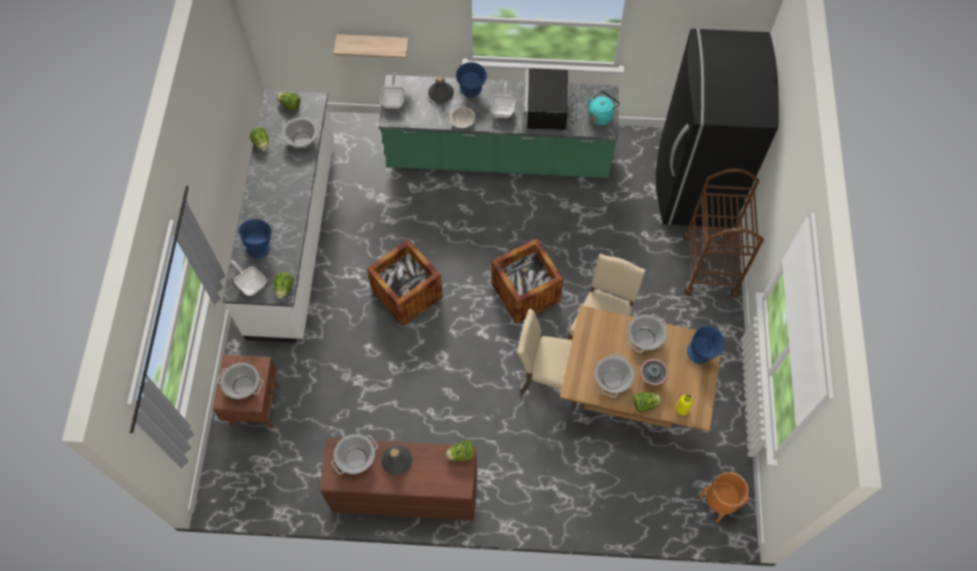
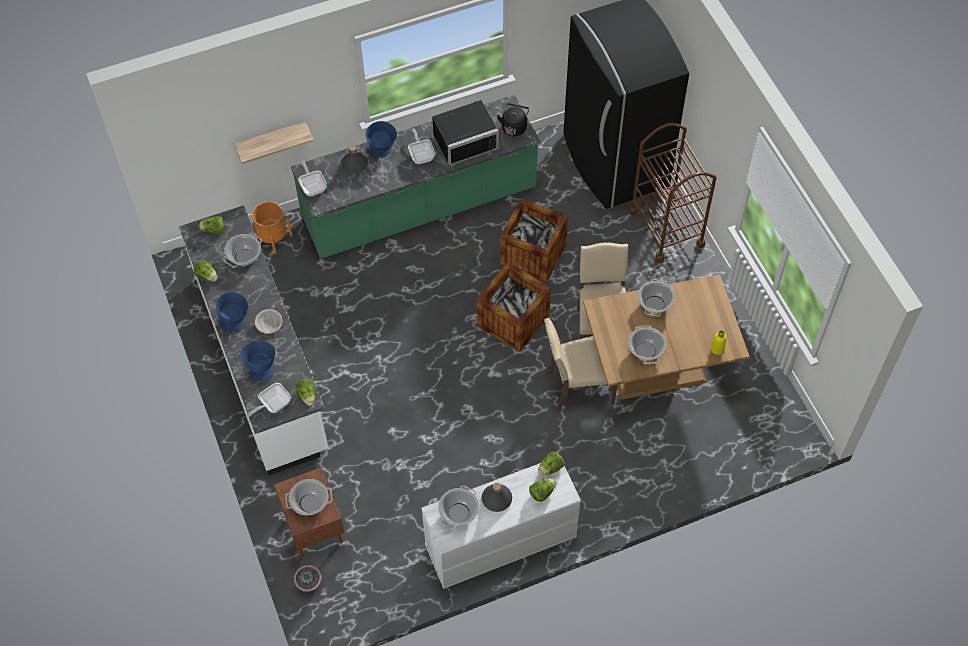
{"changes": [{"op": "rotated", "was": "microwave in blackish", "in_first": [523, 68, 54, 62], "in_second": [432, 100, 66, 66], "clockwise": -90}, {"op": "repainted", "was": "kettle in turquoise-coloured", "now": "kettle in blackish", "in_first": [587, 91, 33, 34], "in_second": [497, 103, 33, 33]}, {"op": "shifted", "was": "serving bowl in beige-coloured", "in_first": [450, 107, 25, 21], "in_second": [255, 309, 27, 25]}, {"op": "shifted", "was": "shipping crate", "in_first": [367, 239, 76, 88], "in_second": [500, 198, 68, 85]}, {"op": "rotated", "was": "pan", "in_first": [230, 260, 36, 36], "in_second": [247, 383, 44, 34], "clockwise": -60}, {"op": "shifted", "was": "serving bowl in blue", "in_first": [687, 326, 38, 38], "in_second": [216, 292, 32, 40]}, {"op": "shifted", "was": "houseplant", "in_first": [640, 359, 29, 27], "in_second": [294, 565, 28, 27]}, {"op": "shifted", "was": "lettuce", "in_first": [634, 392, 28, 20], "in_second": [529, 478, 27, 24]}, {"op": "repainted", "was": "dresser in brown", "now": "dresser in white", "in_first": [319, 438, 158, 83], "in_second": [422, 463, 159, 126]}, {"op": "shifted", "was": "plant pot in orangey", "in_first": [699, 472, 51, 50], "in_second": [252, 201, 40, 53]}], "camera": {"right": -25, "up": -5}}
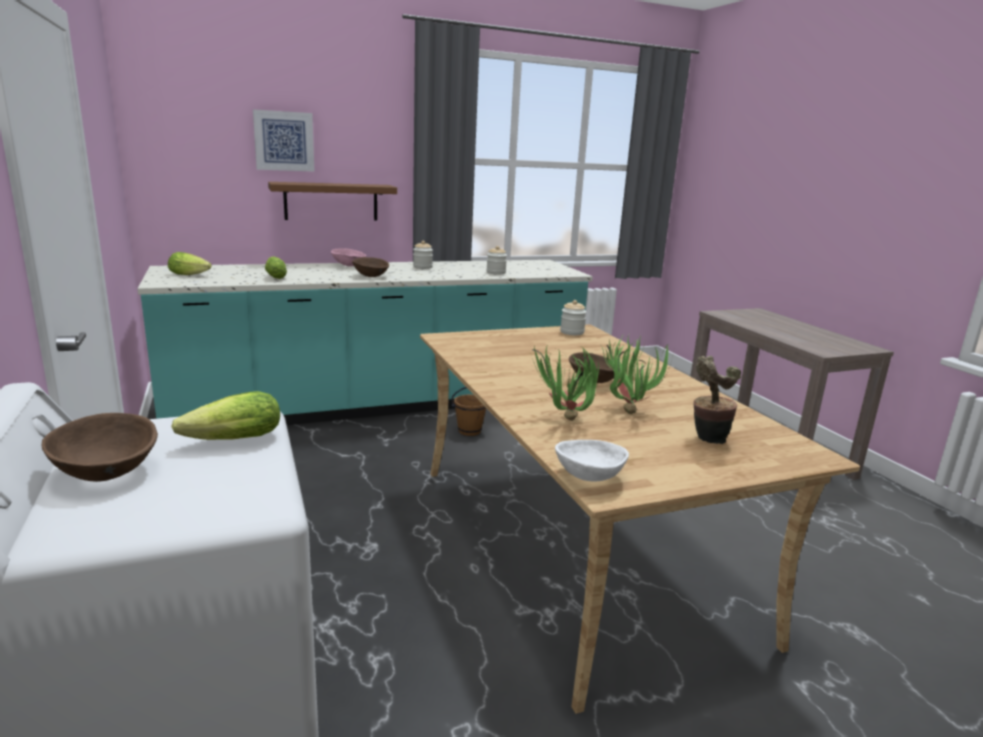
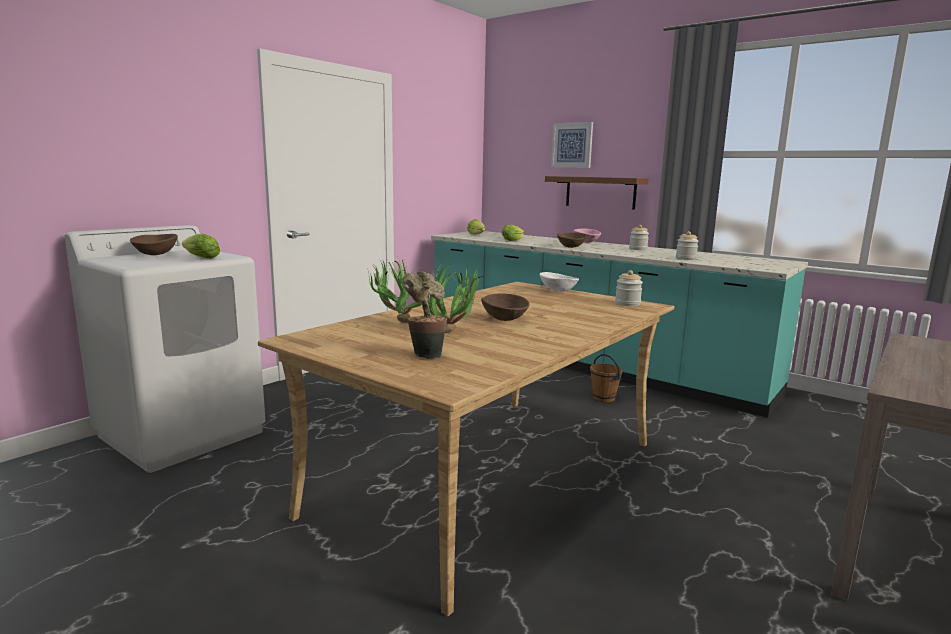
{"changes": [{"op": "shifted", "was": "serving bowl in white", "in_first": [555, 440, 74, 41], "in_second": [539, 272, 40, 20]}], "camera": {"right": 60, "up": -5}}
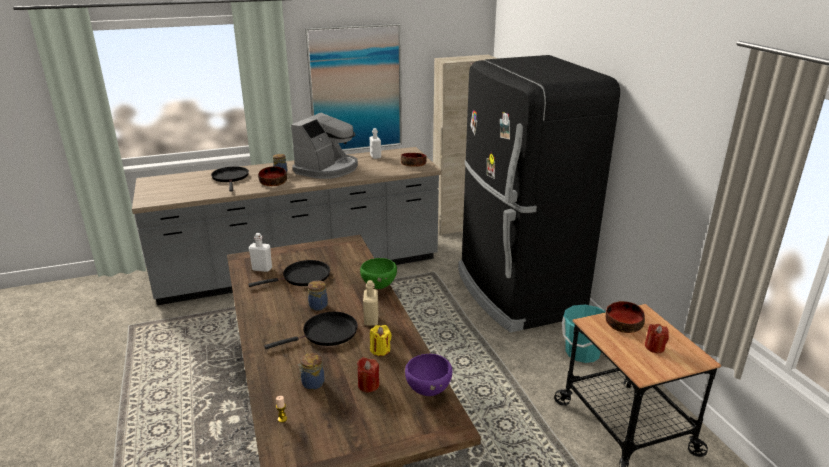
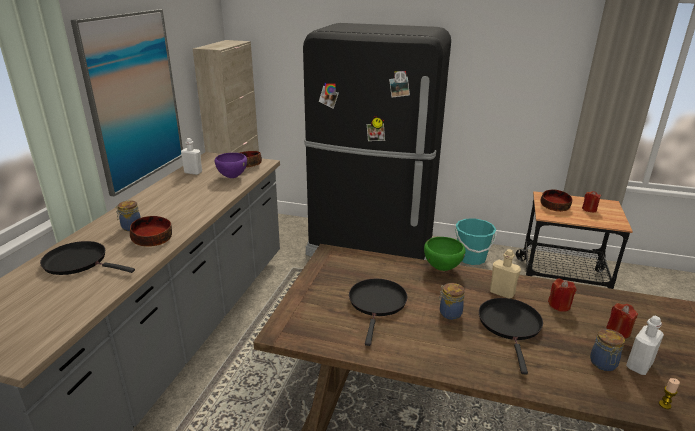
{"changes": [{"op": "gone", "was": "coffee maker", "in_first": [291, 113, 67, 66]}, {"op": "shifted", "was": "bottle in white", "in_first": [249, 233, 23, 39], "in_second": [626, 316, 38, 59]}, {"op": "repainted", "was": "wax light in yellowish", "now": "wax light in red-coloured", "in_first": [370, 325, 22, 31], "in_second": [548, 279, 29, 33]}, {"op": "shifted", "was": "serving bowl in purple", "in_first": [405, 354, 47, 42], "in_second": [215, 153, 32, 25]}], "camera": {"right": -55, "up": 0}}
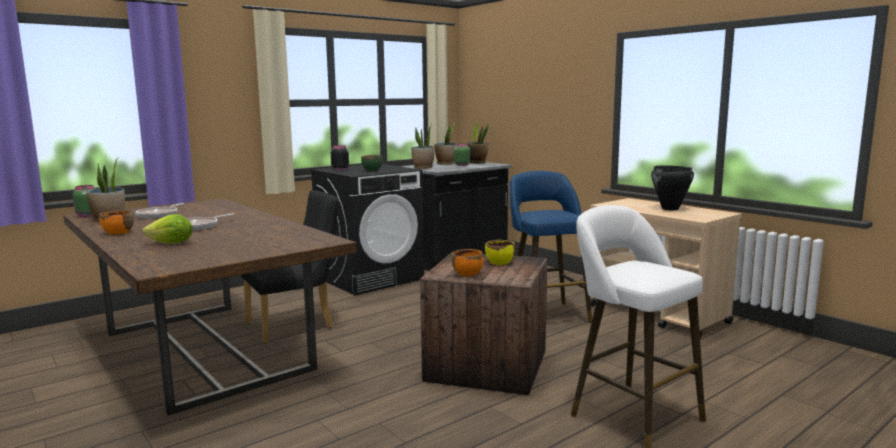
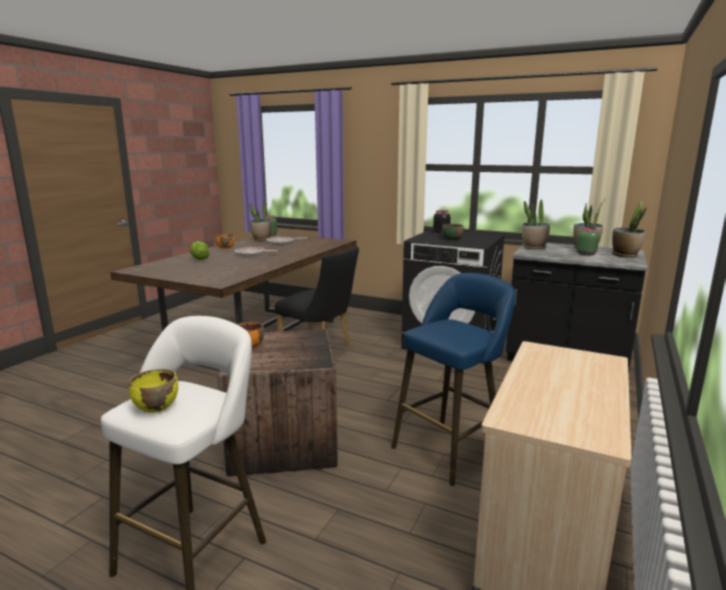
{"changes": [{"op": "gone", "was": "saucepot in blackish", "in_first": [651, 165, 43, 45]}, {"op": "shifted", "was": "serving bowl in yellowish", "in_first": [485, 240, 30, 25], "in_second": [128, 369, 50, 44]}], "camera": {"right": 65, "up": 5}}
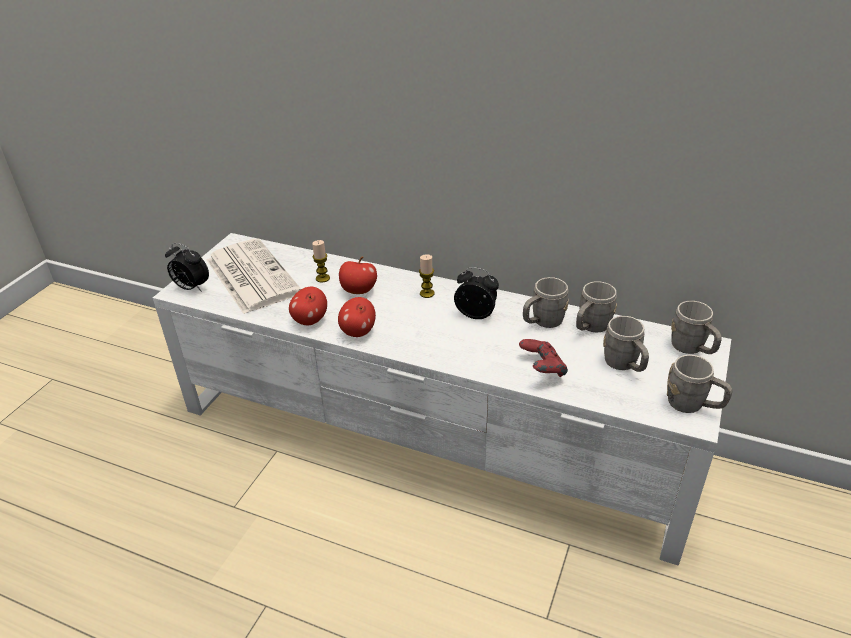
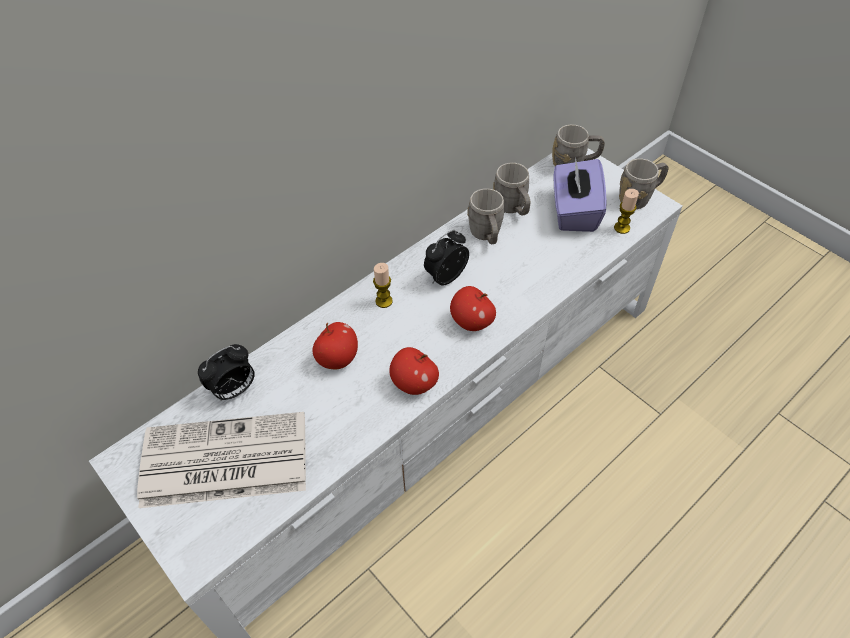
{"changes": [{"op": "shifted", "was": "wax light", "in_first": [312, 240, 18, 42], "in_second": [614, 189, 25, 45]}, {"op": "shifted", "was": "bedside clock", "in_first": [165, 243, 44, 49], "in_second": [198, 344, 57, 57]}, {"op": "shifted", "was": "apple fruit", "in_first": [289, 287, 38, 38], "in_second": [450, 286, 46, 45]}, {"op": "swapped", "was": "tea mug in gray", "now": "tissue box in purple", "in_first": [603, 316, 46, 56], "in_second": [554, 157, 53, 75]}, {"op": "gone", "was": "game controller in red-coloured", "in_first": [519, 339, 49, 38]}], "camera": {"right": -65, "up": 15}}
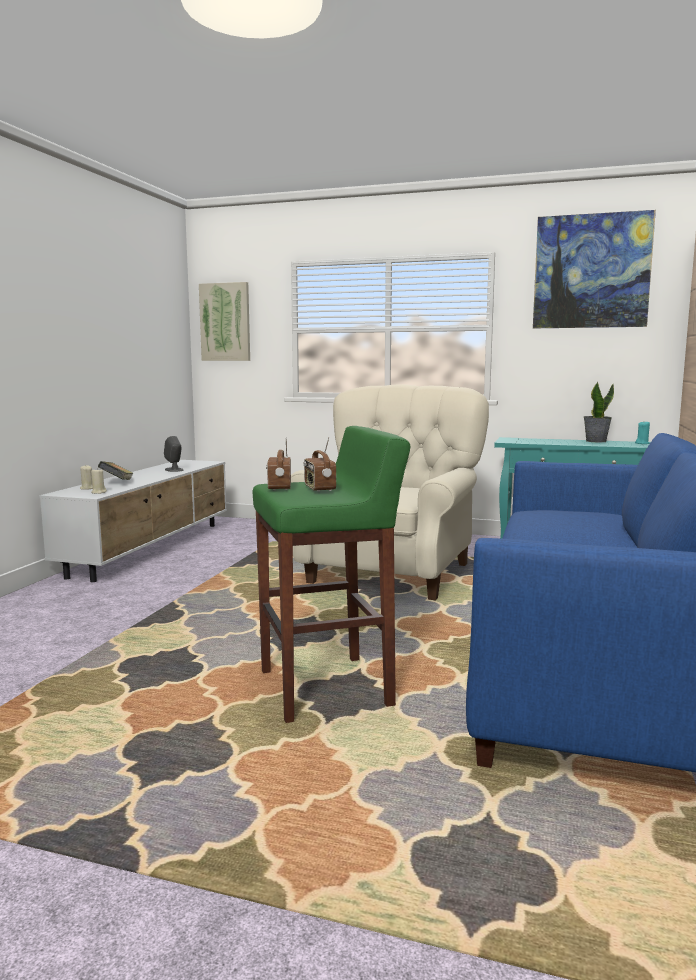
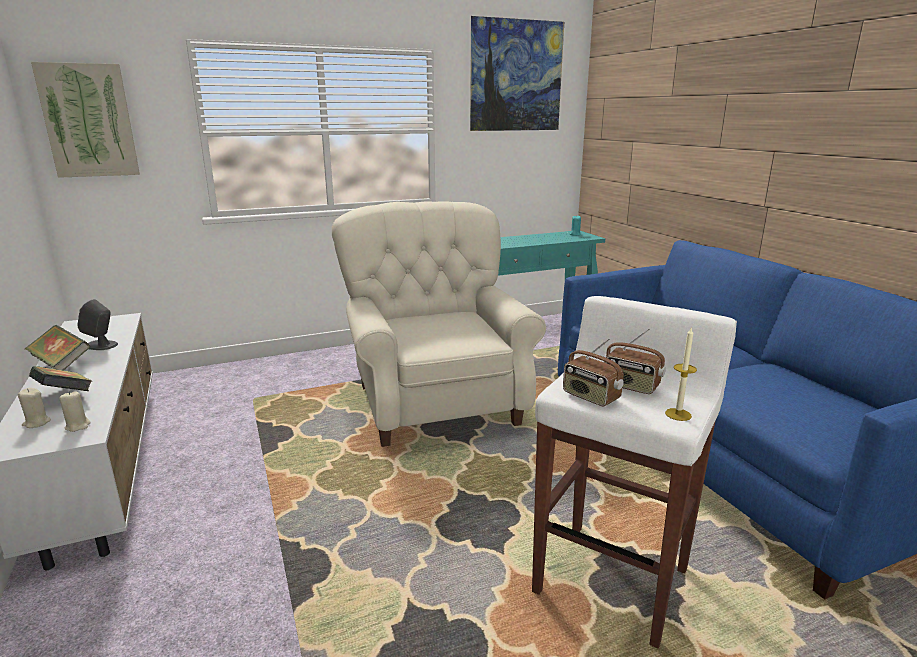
{"changes": [{"op": "gone", "was": "houseplant", "in_first": [584, 382, 30, 60]}, {"op": "repainted", "was": "stool seat in greenish", "now": "stool seat in white", "in_first": [252, 426, 158, 297], "in_second": [532, 296, 205, 353]}, {"op": "new", "now": "bound book", "in_second": [25, 325, 65, 45]}, {"op": "new", "now": "wax light", "in_second": [665, 328, 32, 93]}], "camera": {"right": -40, "up": 10}}
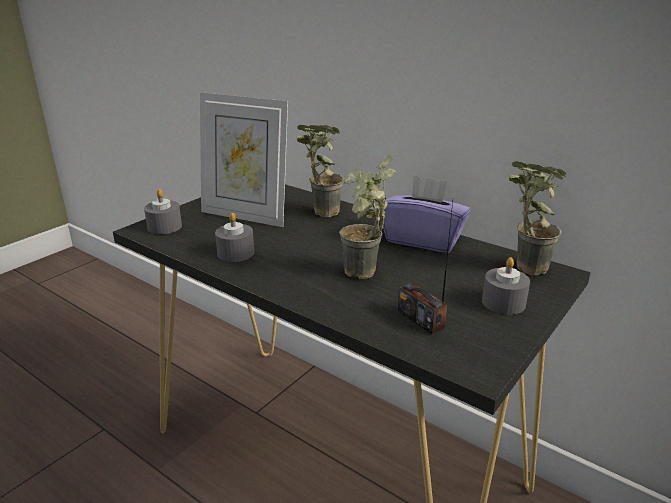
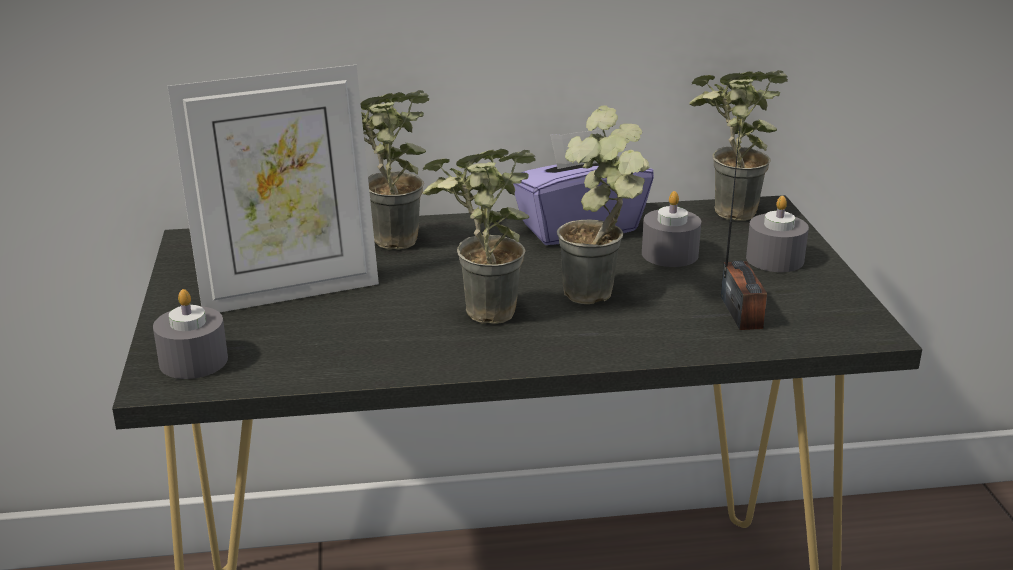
{"changes": [{"op": "rotated", "was": "radio set", "in_first": [398, 202, 55, 132], "in_second": [721, 129, 47, 201], "clockwise": -105}, {"op": "shifted", "was": "wax light in gray", "in_first": [215, 213, 39, 49], "in_second": [642, 191, 59, 76]}, {"op": "new", "now": "houseplant", "in_second": [422, 149, 114, 175]}], "camera": {"right": -45, "up": 0}}
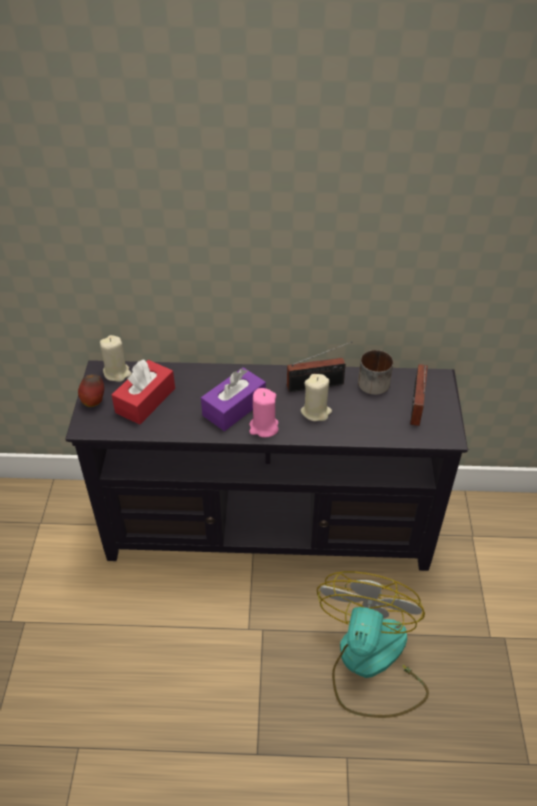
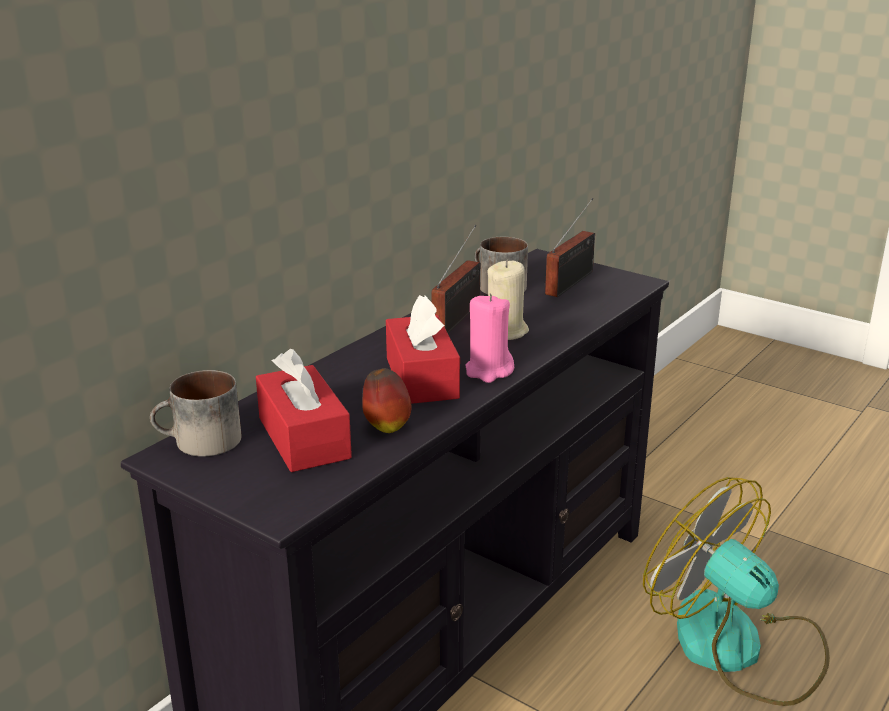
{"changes": [{"op": "swapped", "was": "wax light in beige-coloured", "now": "tea mug", "in_first": [100, 335, 32, 47], "in_second": [150, 370, 92, 87]}, {"op": "rotated", "was": "radio set", "in_first": [410, 364, 18, 62], "in_second": [545, 198, 50, 99], "clockwise": -105}, {"op": "repainted", "was": "tissue box in purple", "now": "tissue box in red-coloured", "in_first": [201, 367, 65, 64], "in_second": [386, 295, 74, 109]}, {"op": "shifted", "was": "apple fruit", "in_first": [78, 374, 26, 33], "in_second": [362, 368, 49, 65]}], "camera": {"right": -55, "up": -20}}
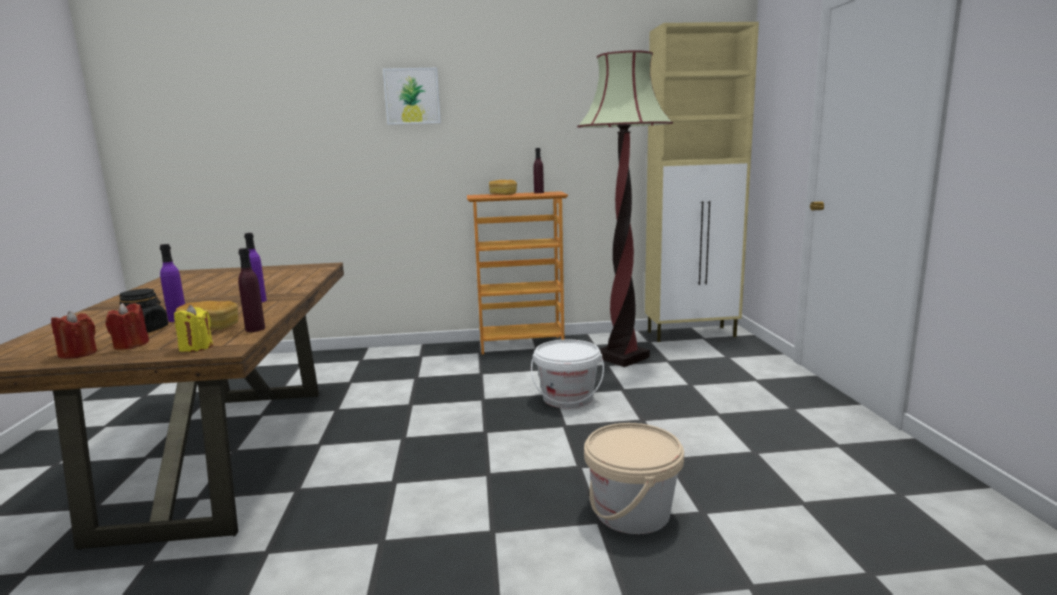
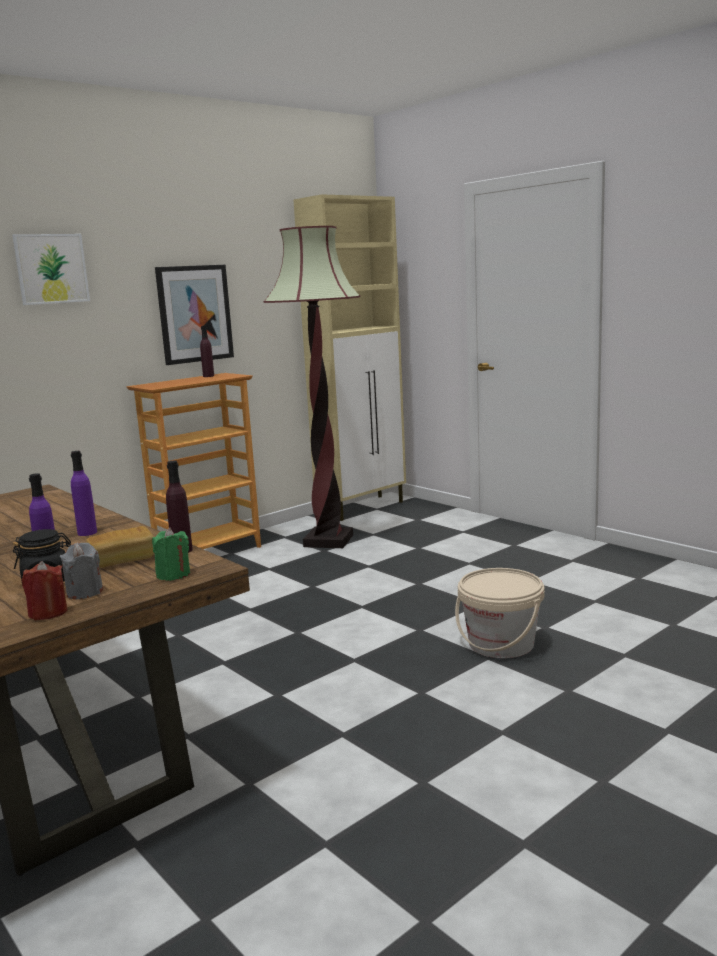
{"changes": [{"op": "gone", "was": "bakery bread", "in_first": [489, 180, 28, 15]}, {"op": "repainted", "was": "wax light in red-coloured", "now": "wax light in gray", "in_first": [106, 303, 43, 47], "in_second": [60, 543, 43, 57]}, {"op": "repainted", "was": "wax light in yellowish", "now": "wax light in greenish", "in_first": [174, 305, 39, 47], "in_second": [152, 527, 38, 54]}, {"op": "gone", "was": "pail in white", "in_first": [531, 339, 73, 70]}, {"op": "new", "now": "wall art", "in_second": [155, 265, 79, 100]}], "camera": {"right": -35, "up": 0}}
